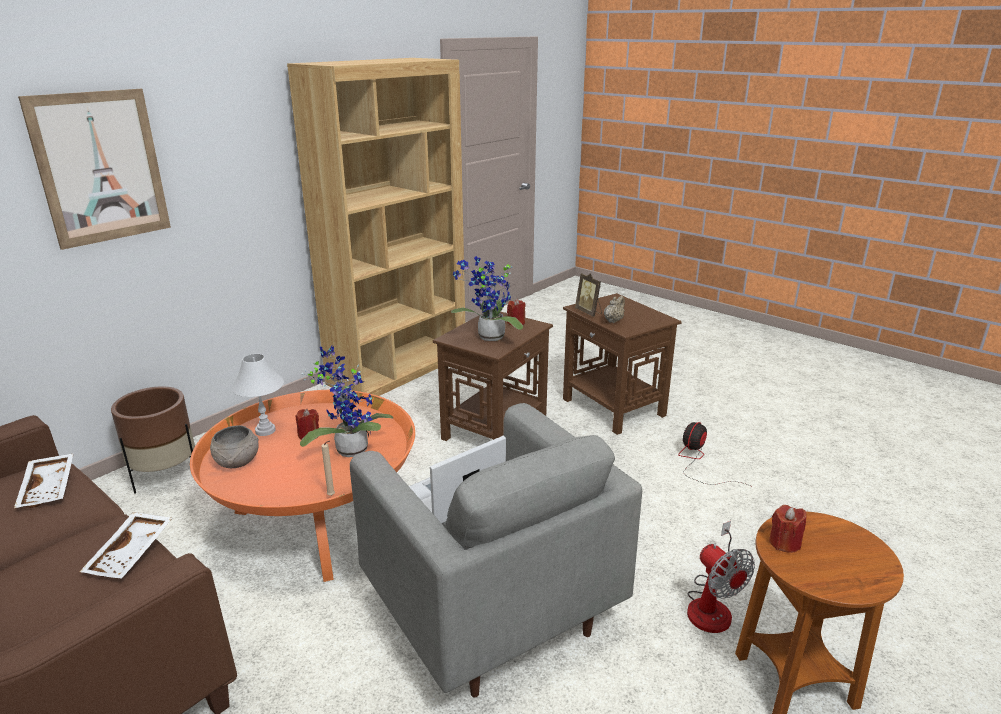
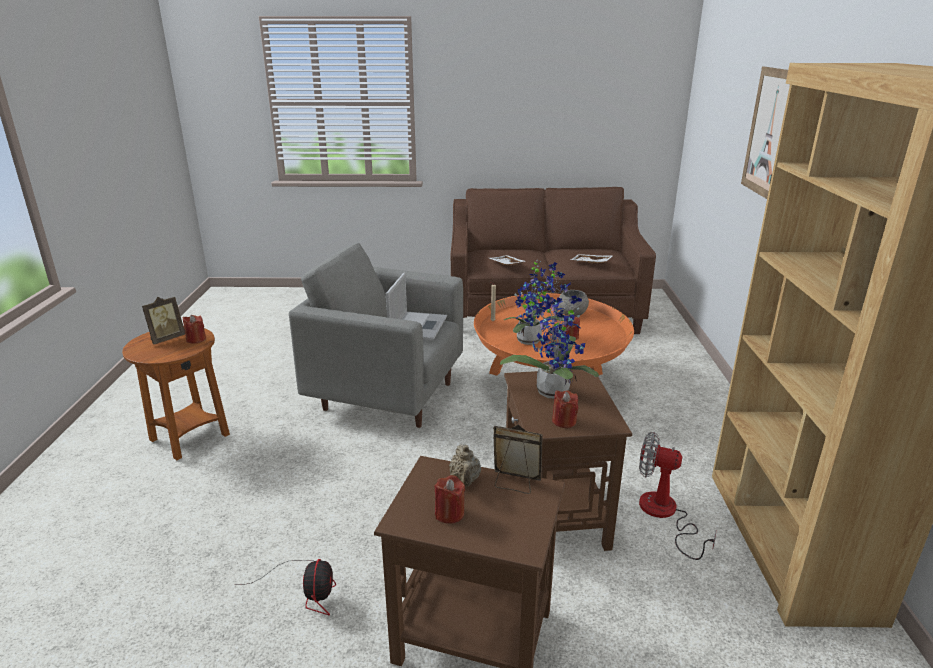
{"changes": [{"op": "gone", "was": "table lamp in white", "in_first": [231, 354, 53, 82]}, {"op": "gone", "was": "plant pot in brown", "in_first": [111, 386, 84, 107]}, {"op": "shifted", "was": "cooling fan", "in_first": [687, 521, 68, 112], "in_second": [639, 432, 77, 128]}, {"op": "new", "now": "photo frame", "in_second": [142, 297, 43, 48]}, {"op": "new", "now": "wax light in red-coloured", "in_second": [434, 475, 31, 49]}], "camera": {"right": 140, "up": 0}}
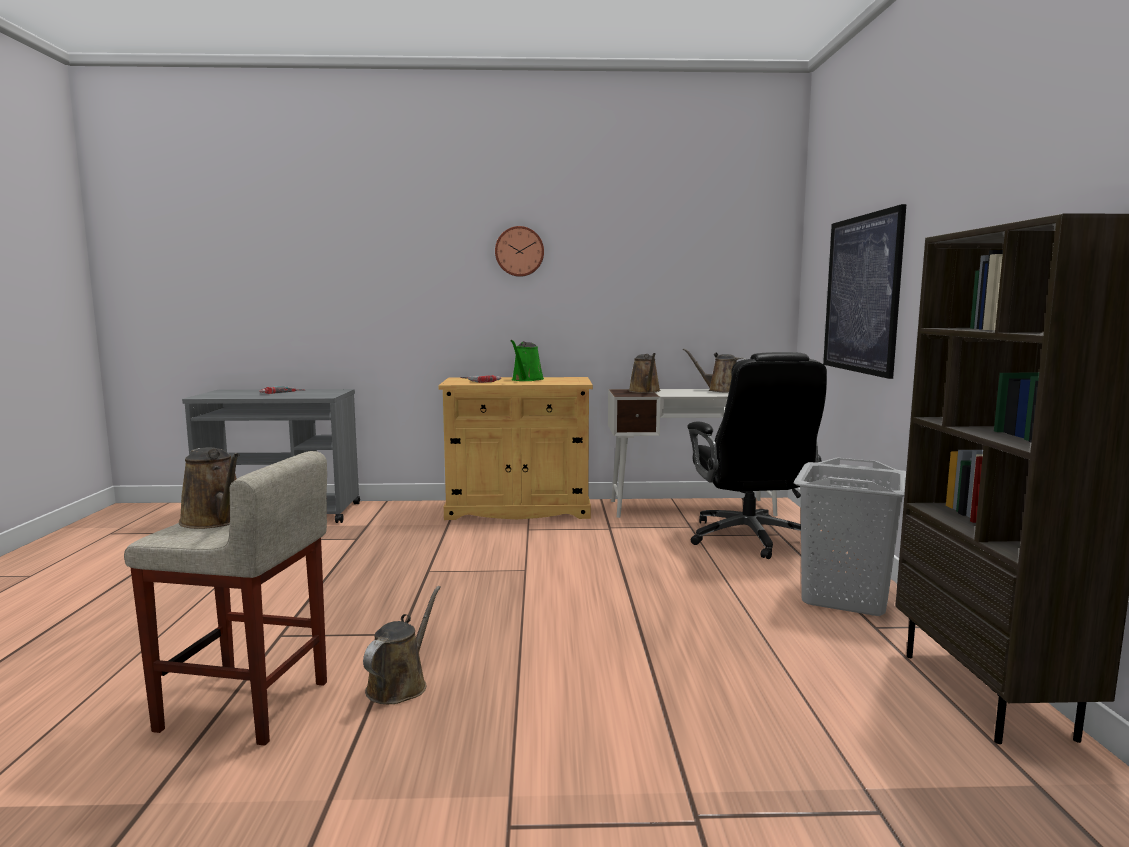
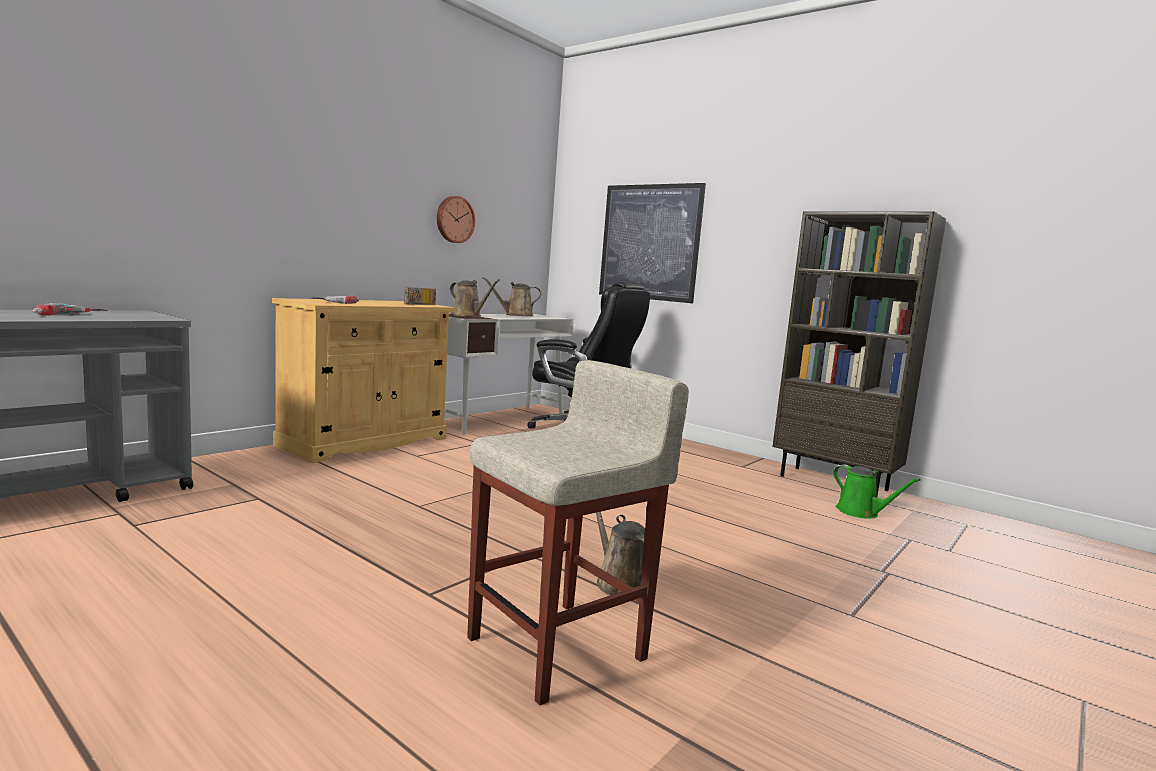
{"changes": [{"op": "shifted", "was": "wall clock", "in_first": [495, 226, 49, 51], "in_second": [437, 196, 39, 47]}, {"op": "shifted", "was": "watering pot in greenish", "in_first": [511, 340, 33, 41], "in_second": [833, 464, 88, 55]}, {"op": "gone", "was": "watering pot in brown", "in_first": [179, 447, 60, 82]}, {"op": "gone", "was": "laundry basket in gray", "in_first": [794, 458, 112, 158]}, {"op": "new", "now": "radio set", "in_second": [404, 287, 32, 18]}], "camera": {"right": -50, "up": 0}}
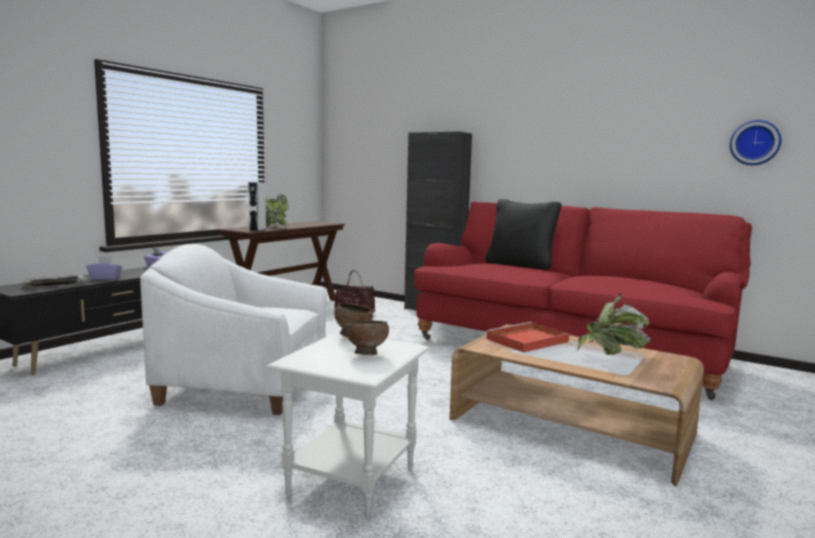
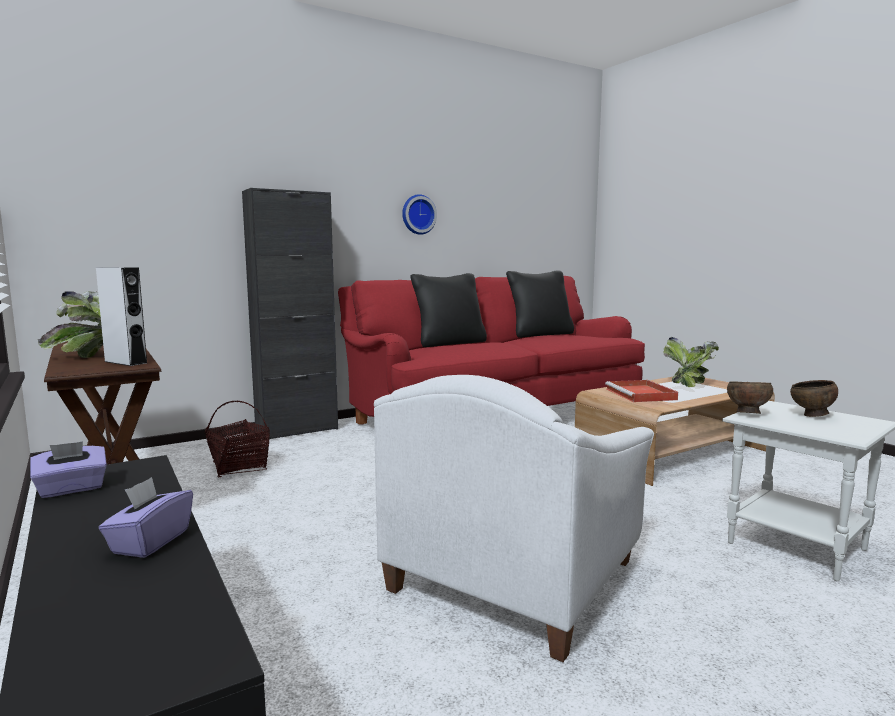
{"changes": [{"op": "shifted", "was": "wall clock", "in_first": [730, 120, 52, 45], "in_second": [402, 194, 35, 41]}, {"op": "gone", "was": "carrying tray", "in_first": [21, 275, 65, 12]}, {"op": "new", "now": "throw pillow in blackish", "in_second": [506, 271, 68, 67]}], "camera": {"right": -65, "up": 0}}
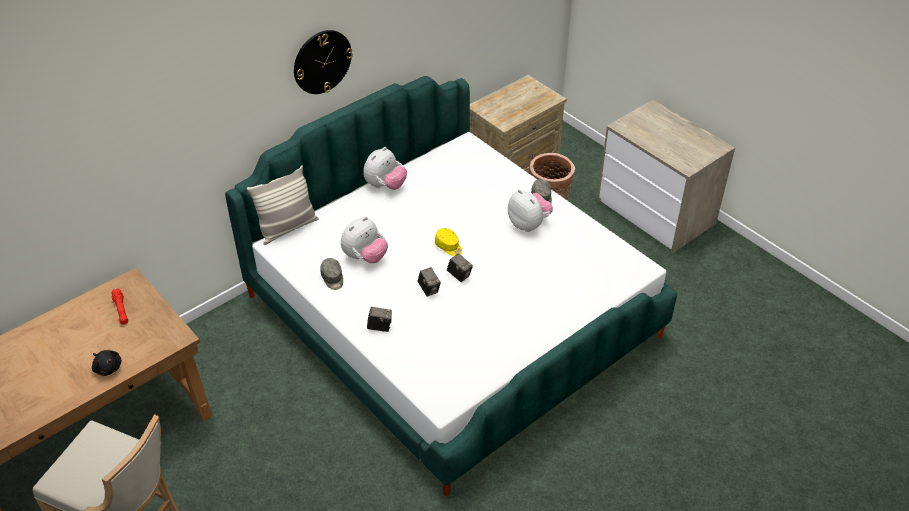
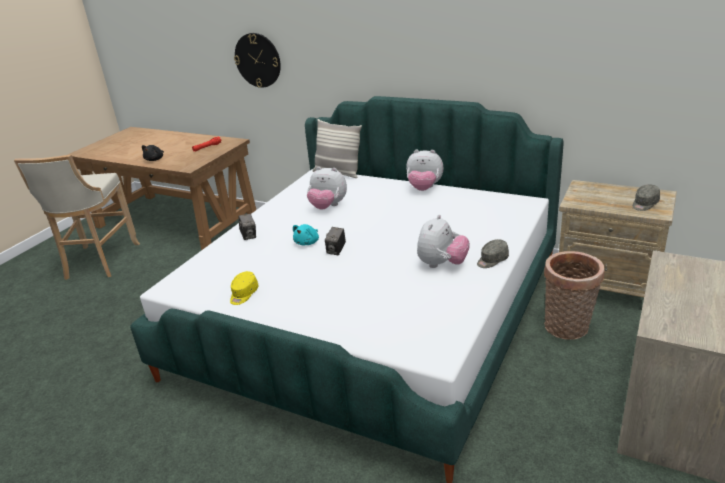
{"changes": [{"op": "shifted", "was": "wall clock", "in_first": [294, 30, 59, 64], "in_second": [234, 33, 47, 55]}, {"op": "shifted", "was": "baseball cap in yellowish", "in_first": [435, 228, 27, 28], "in_second": [230, 271, 29, 34]}, {"op": "shifted", "was": "baseball cap in gray", "in_first": [320, 258, 23, 32], "in_second": [633, 184, 27, 27]}, {"op": "swapped", "was": "still camera", "now": "soft toy in turquoise-coloured", "in_first": [418, 267, 23, 30], "in_second": [293, 224, 26, 21]}], "camera": {"right": 70, "up": -15}}
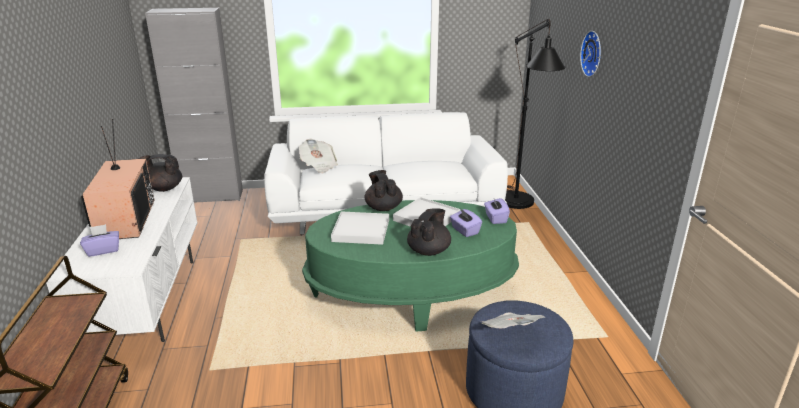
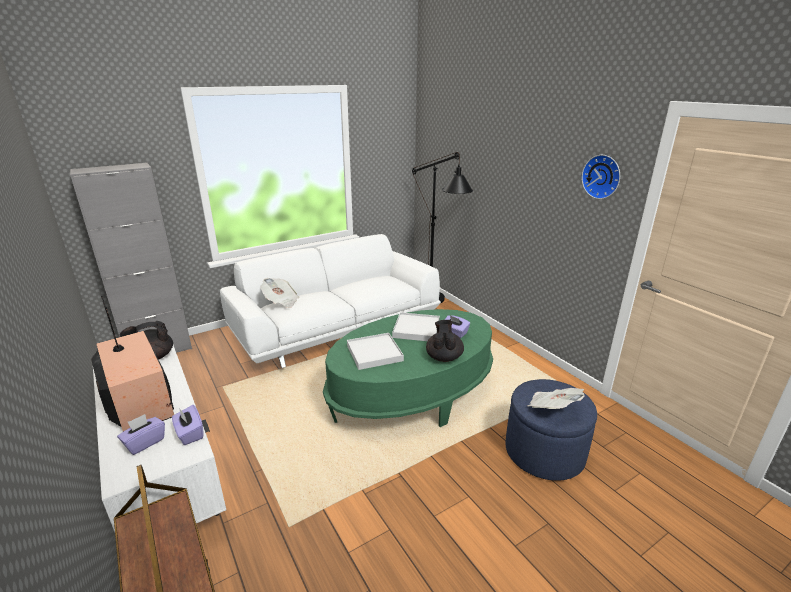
{"changes": [{"op": "shifted", "was": "wall clock", "in_first": [580, 31, 21, 46], "in_second": [582, 155, 38, 44]}, {"op": "gone", "was": "teapot in blackish", "in_first": [364, 170, 39, 41]}, {"op": "shifted", "was": "tissue box in purple", "in_first": [484, 198, 26, 26], "in_second": [172, 405, 31, 40]}], "camera": {"right": -25, "up": 0}}
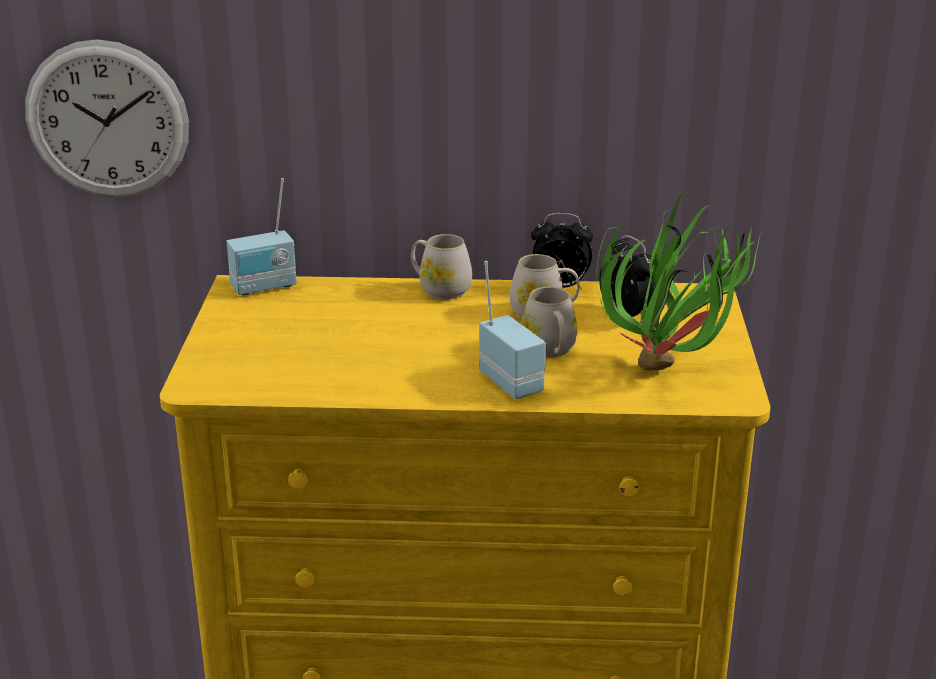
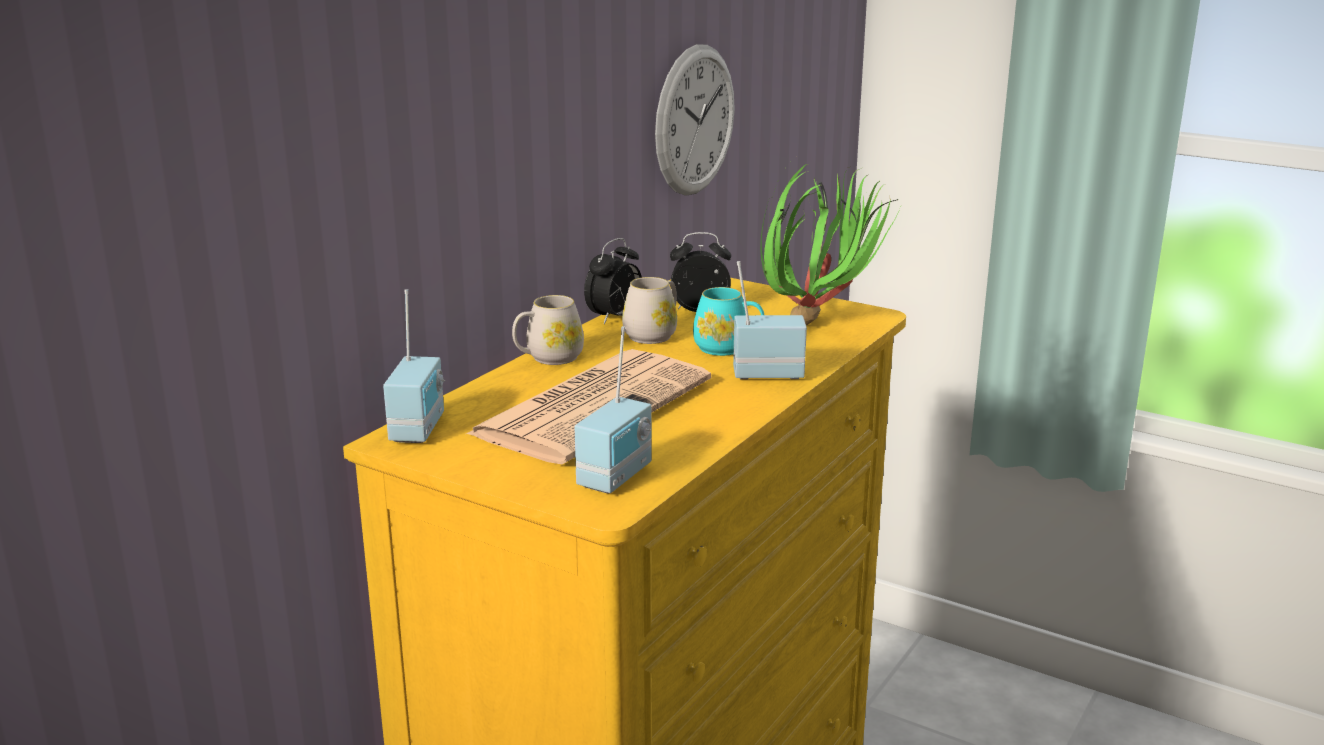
{"changes": [{"op": "shifted", "was": "wall clock", "in_first": [25, 39, 164, 159], "in_second": [655, 45, 80, 150]}, {"op": "repainted", "was": "tea mug in white", "now": "tea mug in turquoise-coloured", "in_first": [521, 287, 56, 71], "in_second": [693, 287, 71, 69]}, {"op": "new", "now": "radio set", "in_second": [575, 326, 77, 167]}, {"op": "new", "now": "printed paper", "in_second": [466, 349, 245, 115]}], "camera": {"right": -60, "up": -5}}
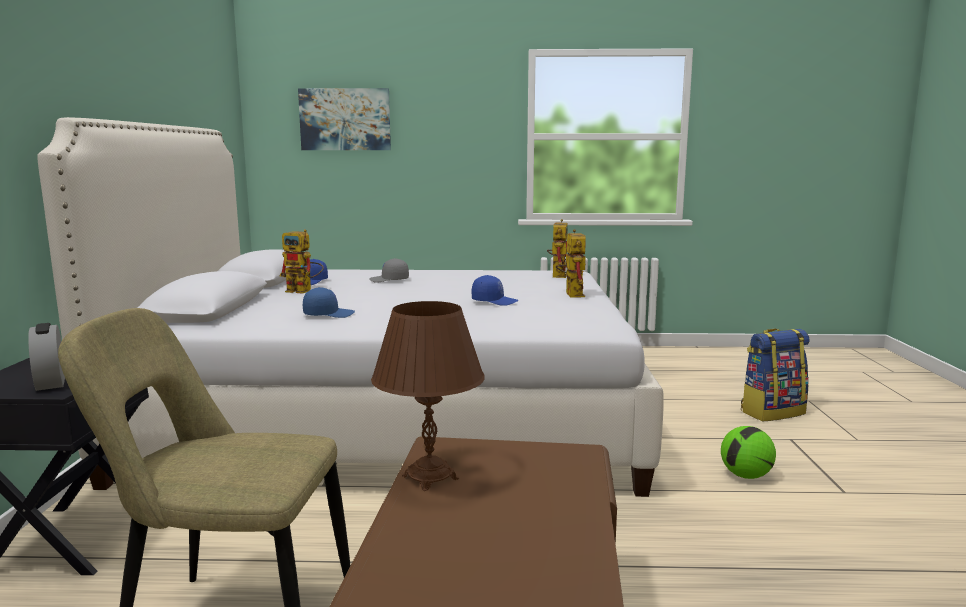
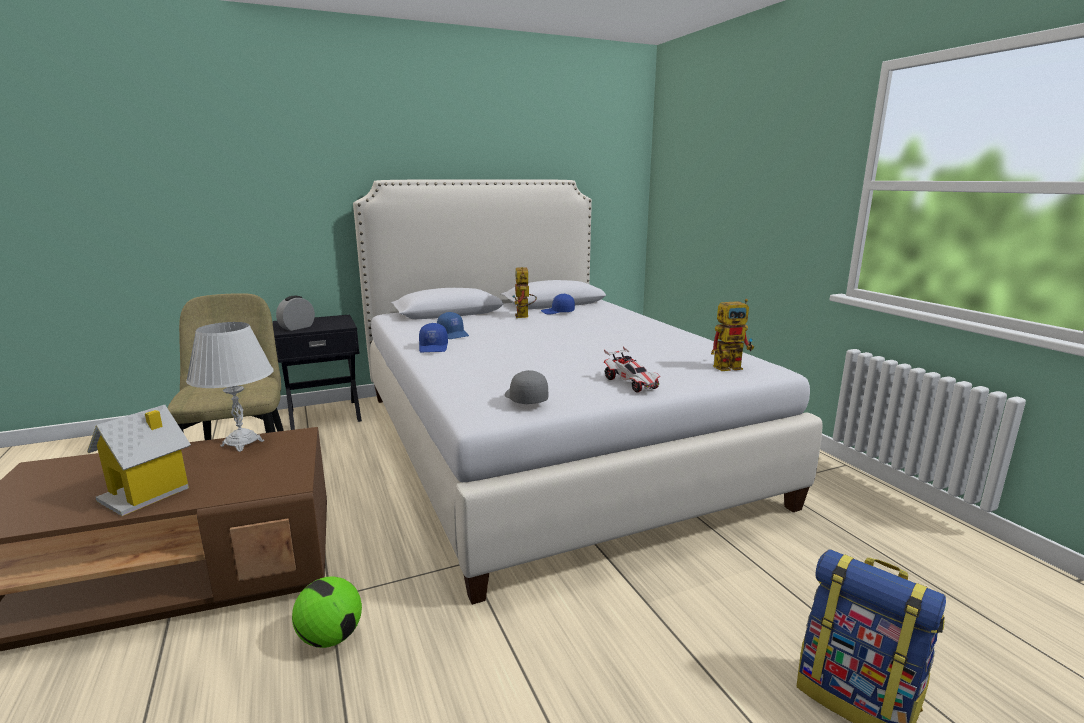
{"changes": [{"op": "gone", "was": "wall art", "in_first": [298, 88, 93, 62]}, {"op": "swapped", "was": "toy robot", "now": "miniature car", "in_first": [556, 229, 30, 69], "in_second": [604, 347, 57, 45]}, {"op": "shifted", "was": "baseball cap in gray", "in_first": [369, 258, 40, 25], "in_second": [505, 370, 43, 34]}, {"op": "shifted", "was": "baseball cap in blue", "in_first": [472, 275, 46, 31], "in_second": [419, 323, 29, 30]}, {"op": "repainted", "was": "table lamp in brown", "now": "table lamp in white", "in_first": [371, 301, 114, 190], "in_second": [186, 322, 88, 130]}, {"op": "shifted", "was": "football", "in_first": [721, 426, 55, 53], "in_second": [292, 577, 70, 71]}, {"op": "new", "now": "model house", "in_second": [87, 405, 104, 111]}], "camera": {"right": 65, "up": 5}}
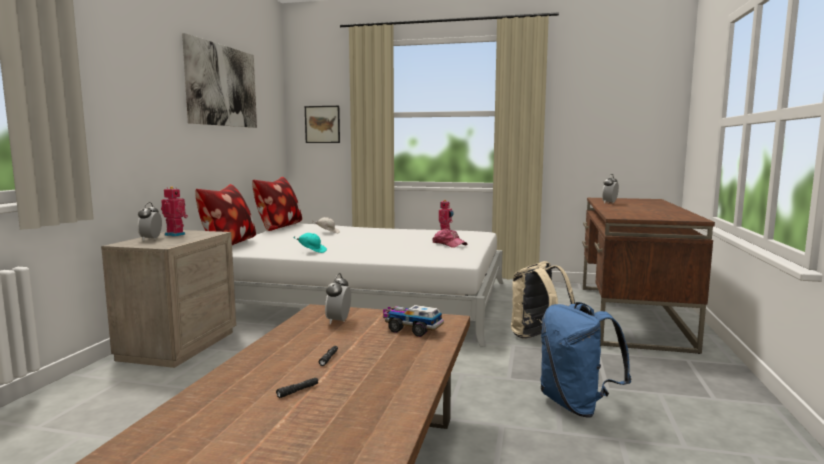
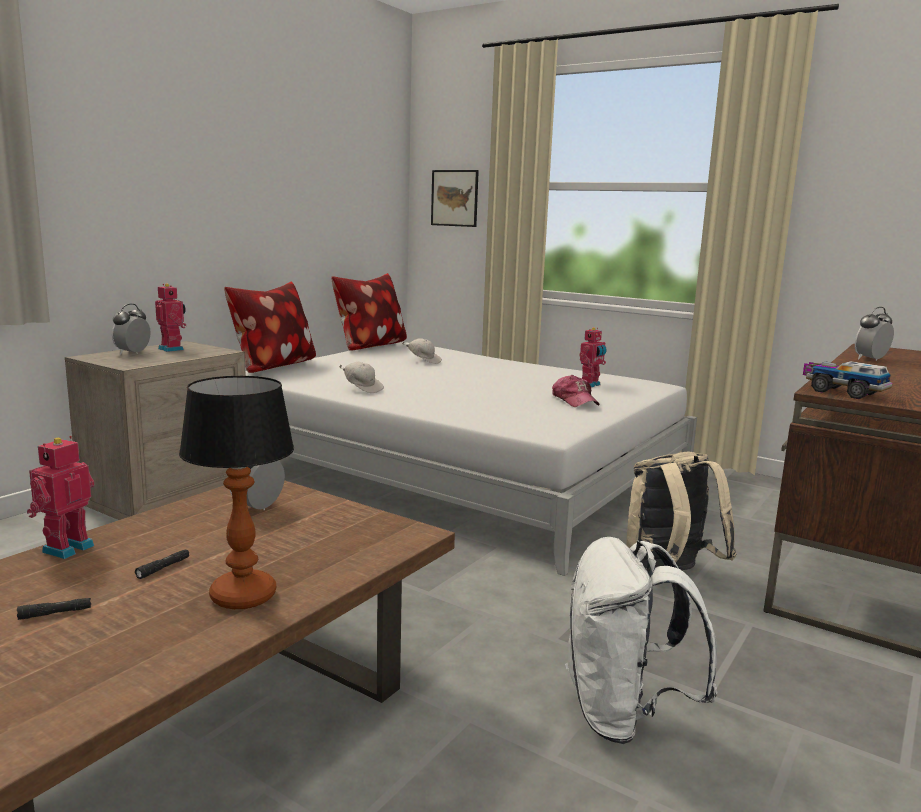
{"changes": [{"op": "gone", "was": "wall art", "in_first": [182, 33, 75, 95]}, {"op": "repainted", "was": "baseball cap in turquoise-coloured", "now": "baseball cap in white", "in_first": [293, 233, 34, 20], "in_second": [339, 362, 45, 31]}, {"op": "repainted", "was": "knapsack in blue", "now": "knapsack in white", "in_first": [541, 302, 91, 115], "in_second": [565, 537, 153, 207]}, {"op": "shifted", "was": "toy truck", "in_first": [383, 305, 61, 32], "in_second": [803, 361, 90, 38]}, {"op": "new", "now": "table lamp", "in_second": [179, 376, 115, 233]}, {"op": "new", "now": "toy robot", "in_second": [27, 436, 67, 123]}], "camera": {"right": 20, "up": 5}}
